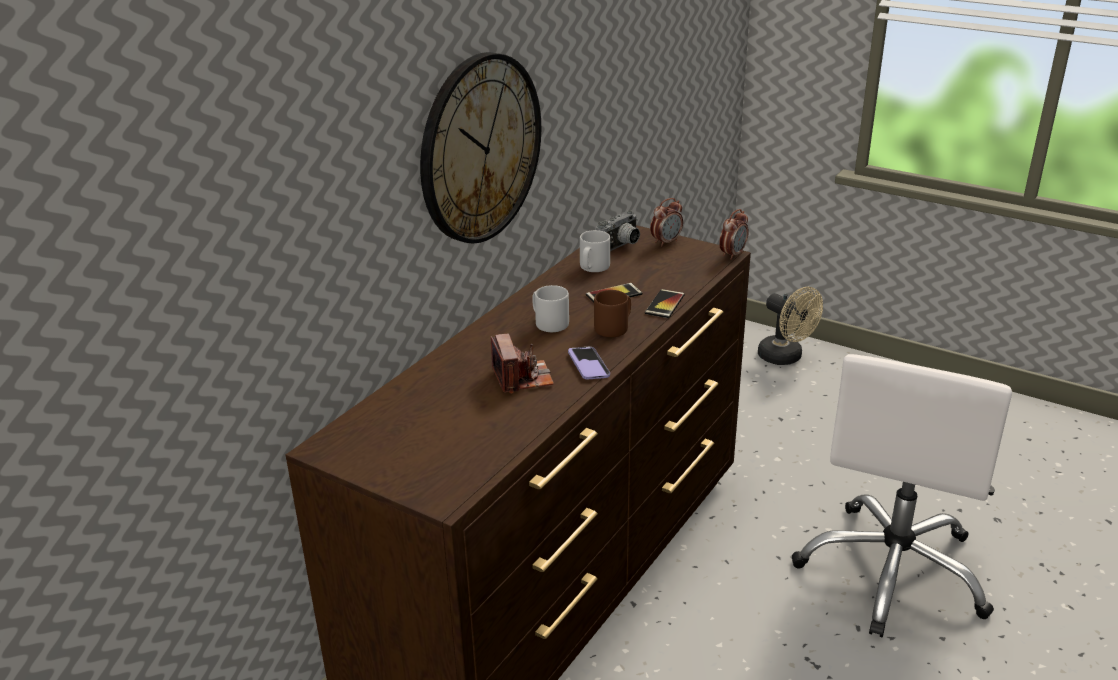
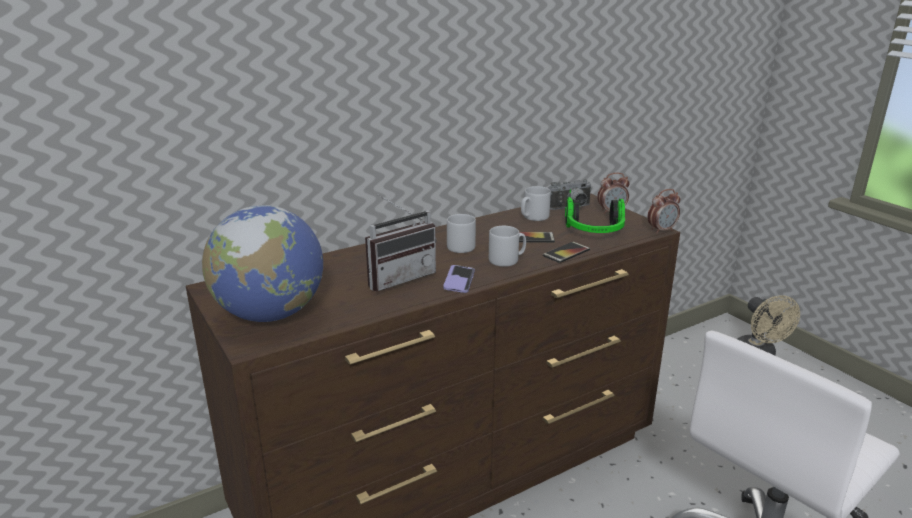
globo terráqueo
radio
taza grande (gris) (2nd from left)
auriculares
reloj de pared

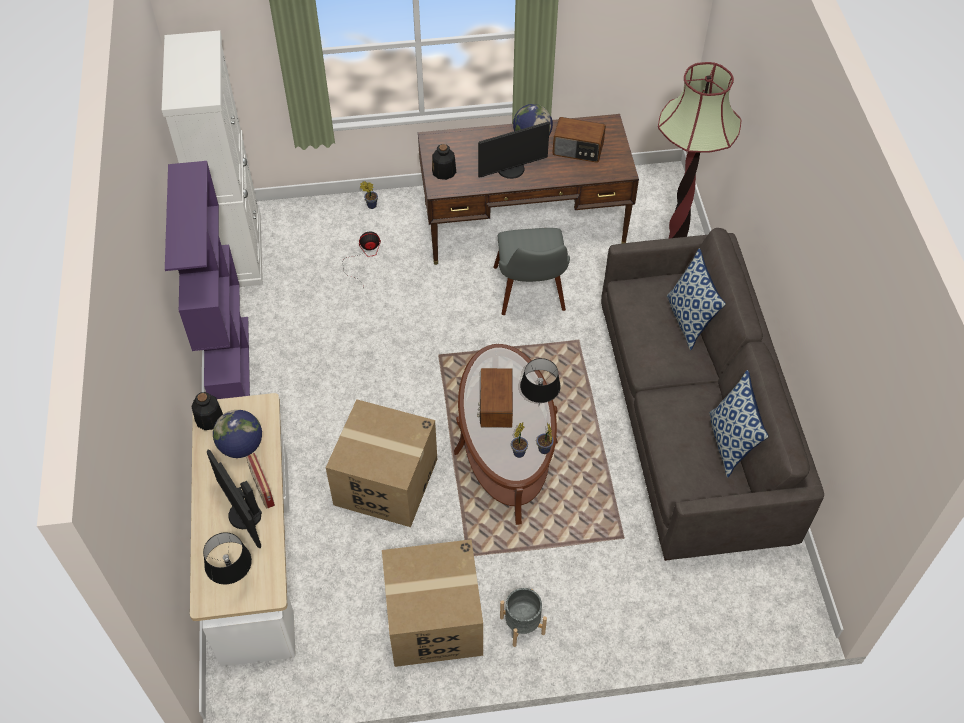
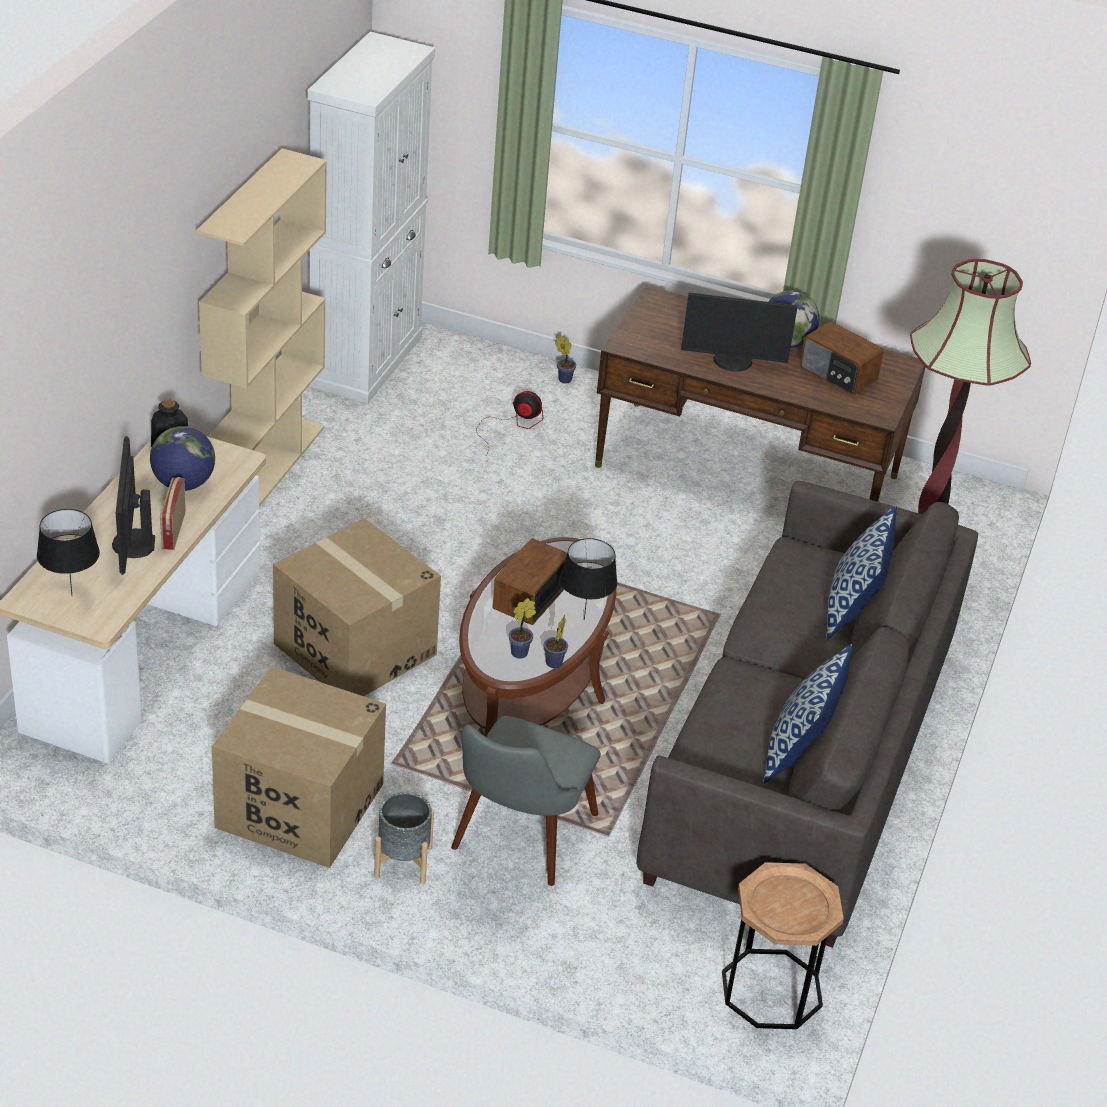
estantería (beis)
silla (gris)
mesa auxiliar (marrón)
botella (2nd from left in the first image)

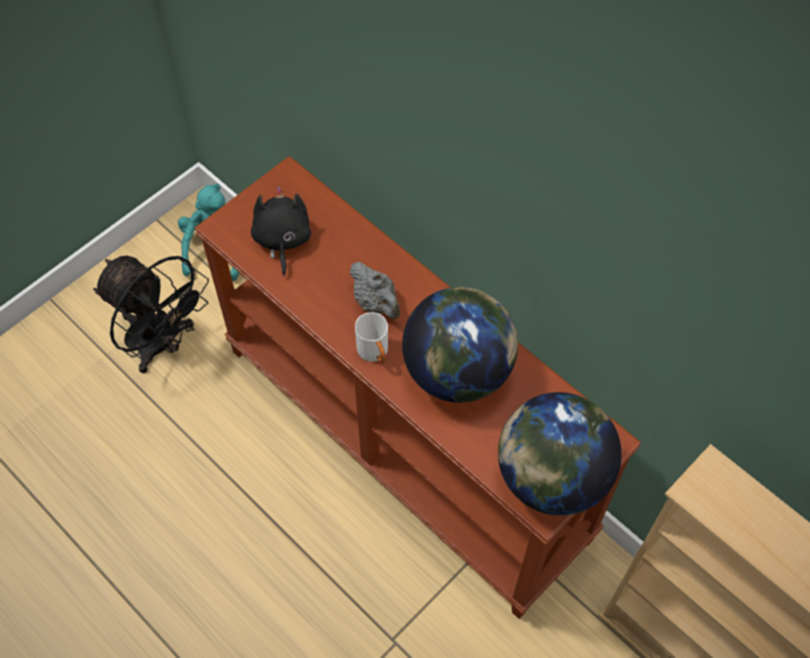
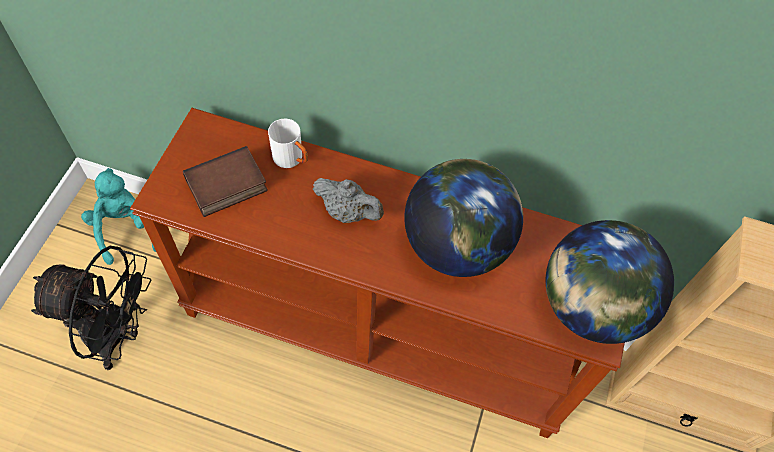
libro
taza grande (blanco)

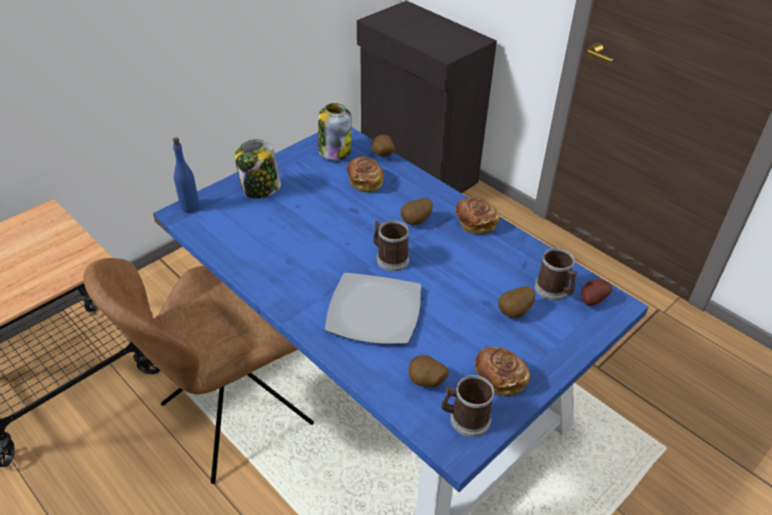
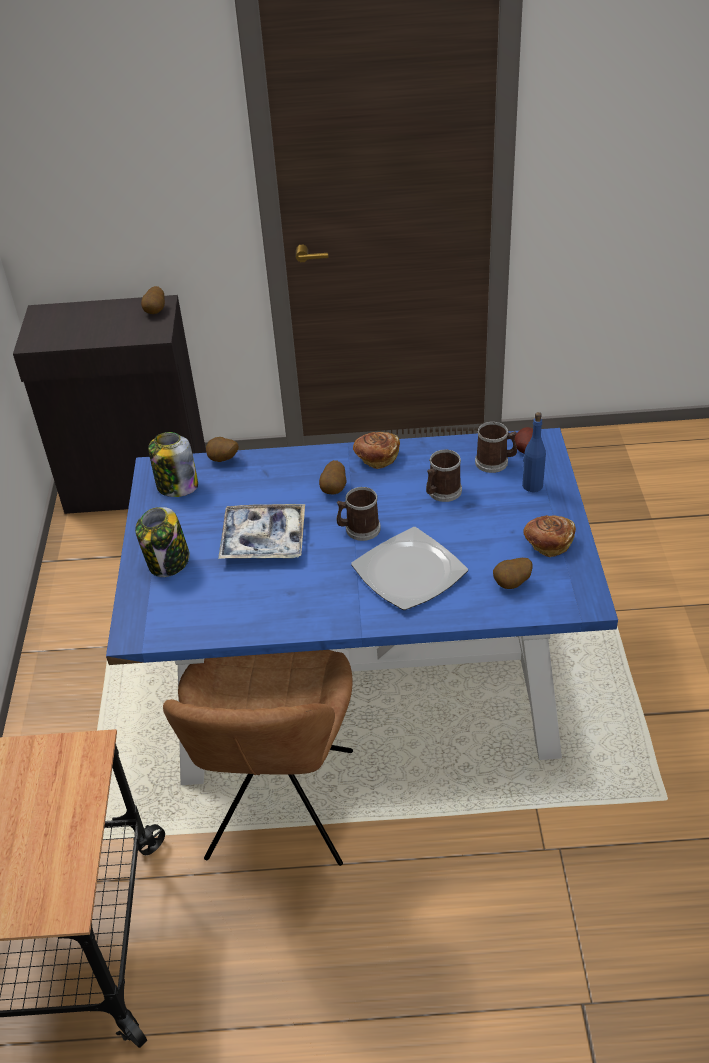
patata (1st from left)
bandeja
taza grande (2nd from left)
botella (azul)
pan (1st from left in the first image)

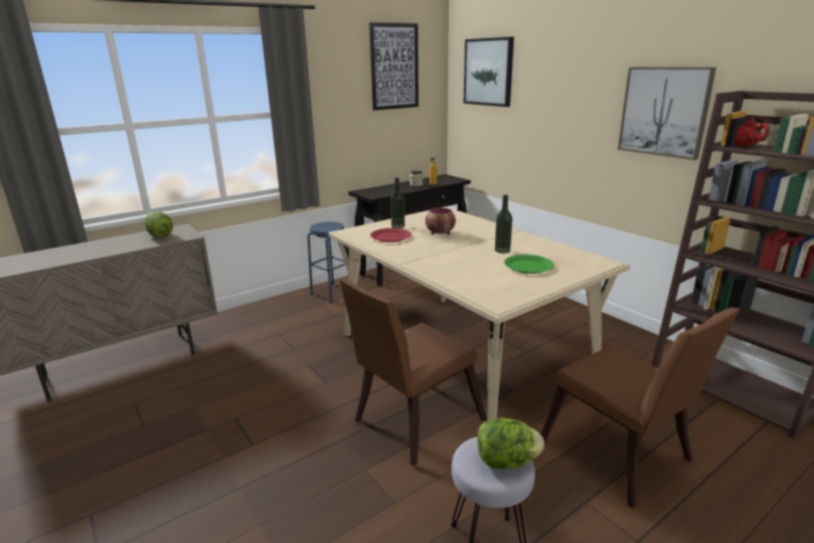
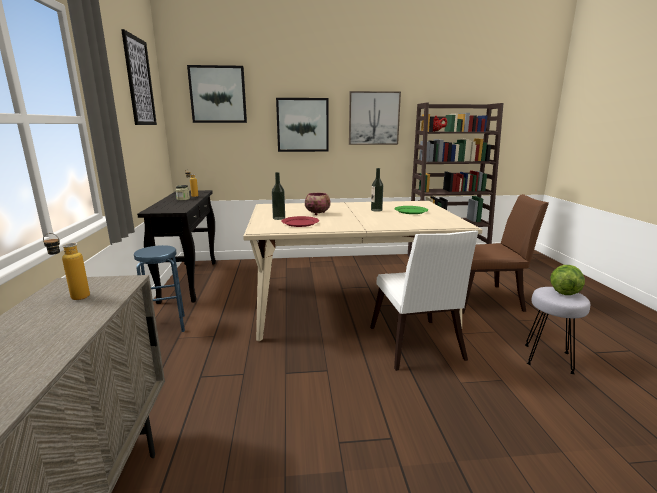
botella (1st from left)
cuadro (3rd from left)
silla (blanco)

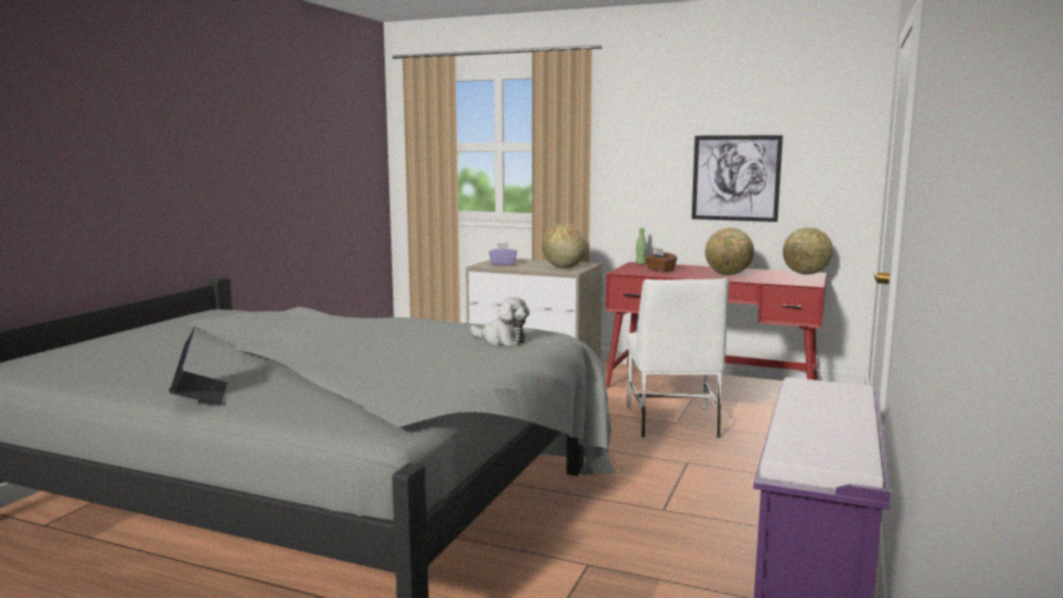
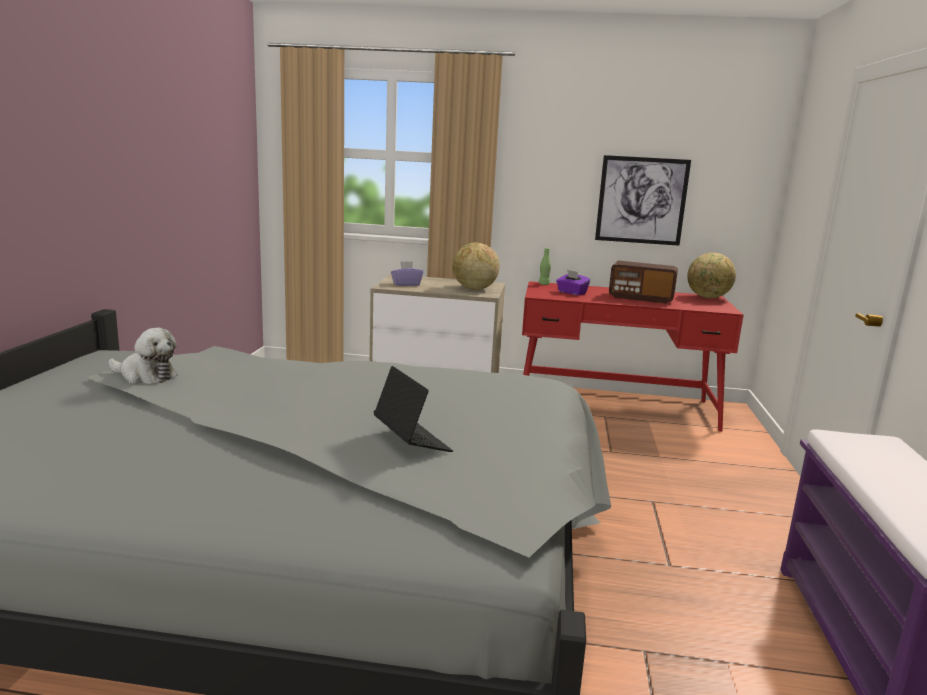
peluche
portátil
caja de pañuelos (morado) (2nd from left)
radio
silla (blanco)

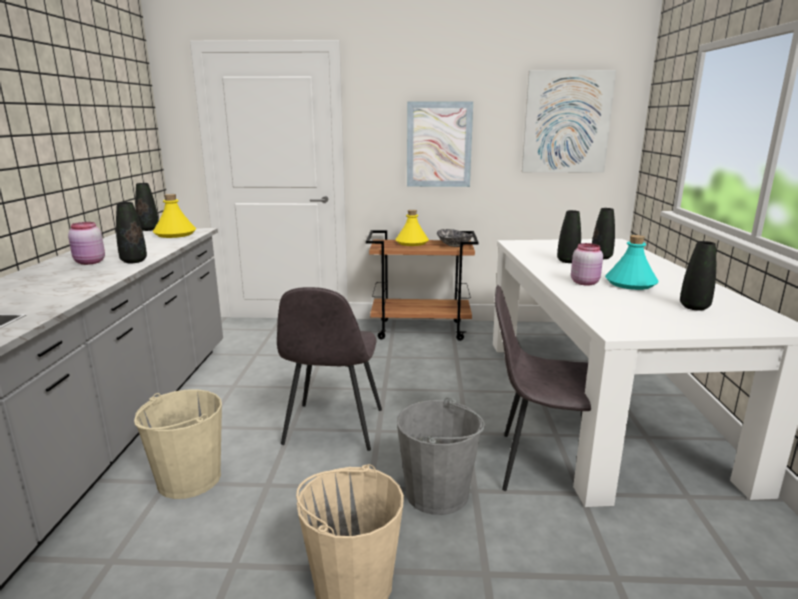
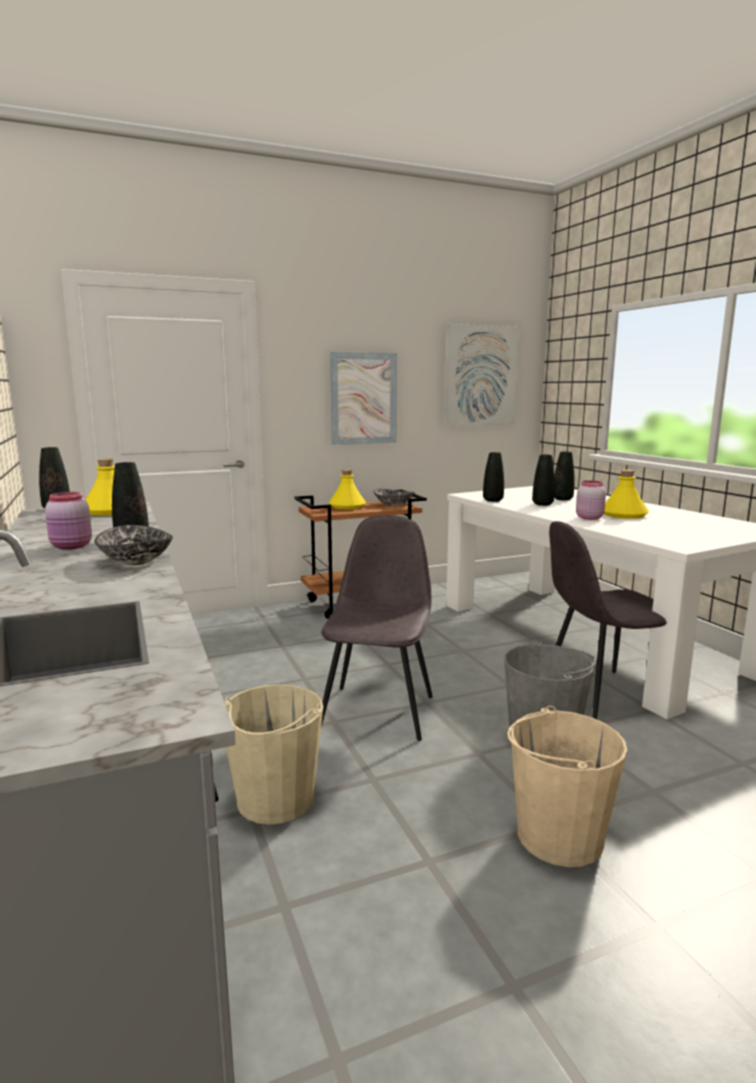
cuenco (1st from left)
silla (gris) (1st from left)
florero (negro) (3rd from left)
botella (amarillo) (3rd from left)

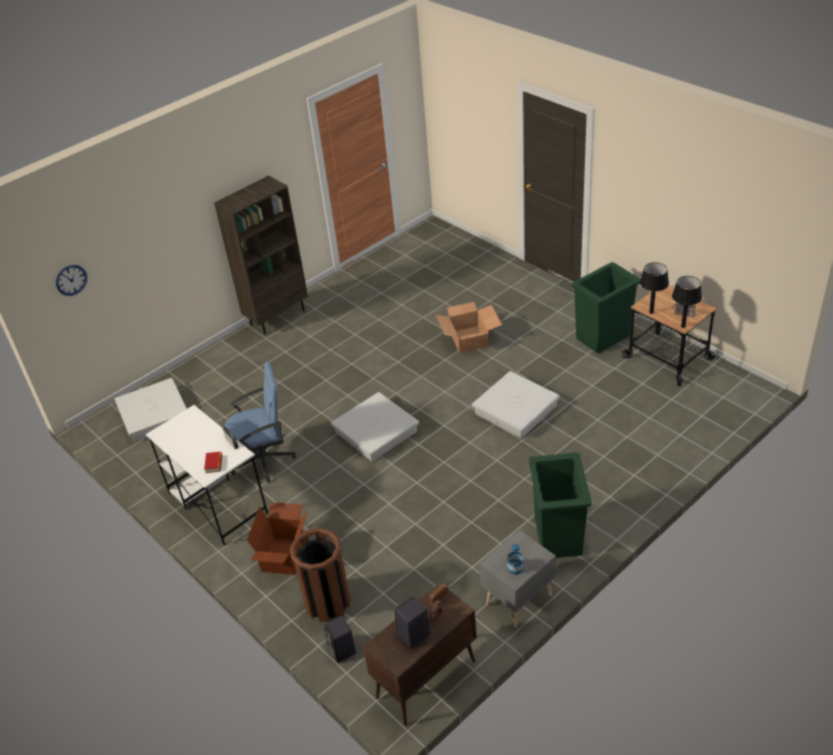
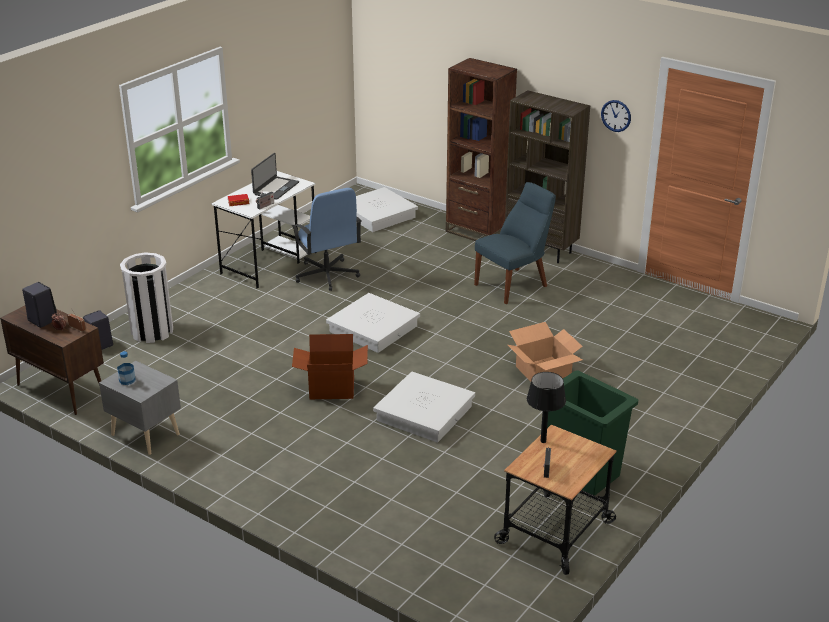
papelera (blanco)
portátil
caja de cartón (1st from left)
estantería (marrón) (1st from left)
silla (azul)
reloj de pared
papelera (verde) (1st from left in the first image)
lámpara de mesa (negro) (2nd from left in the first image)

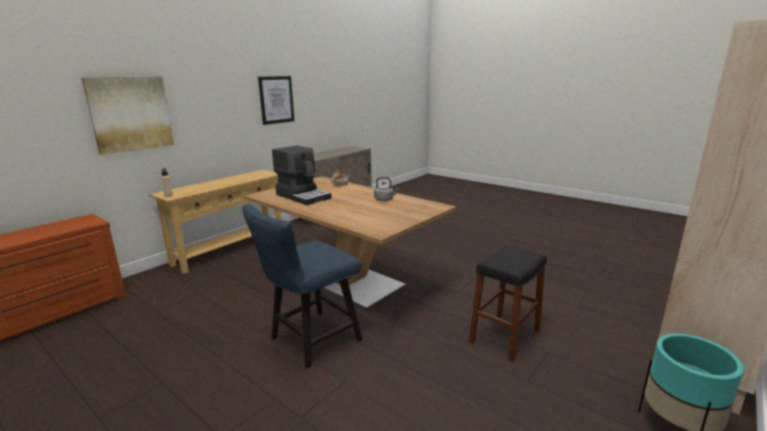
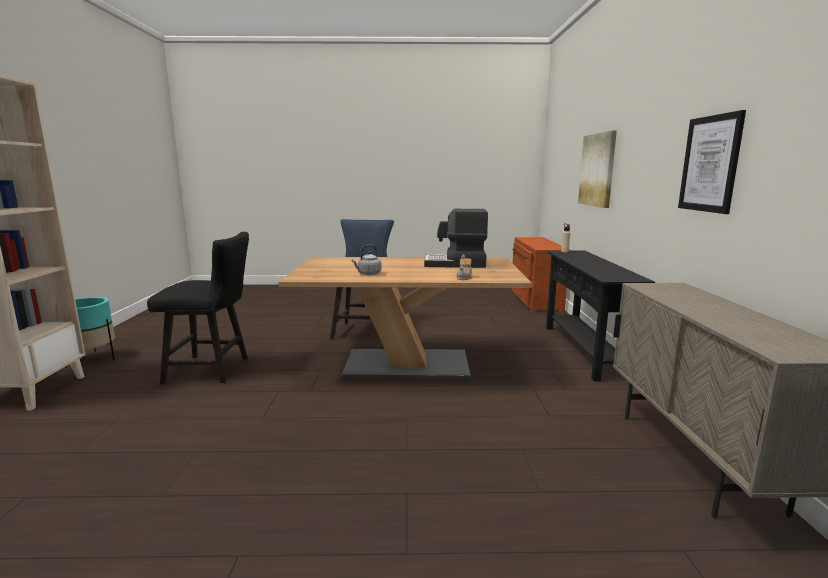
silla (negro)
mesa consola (negro)

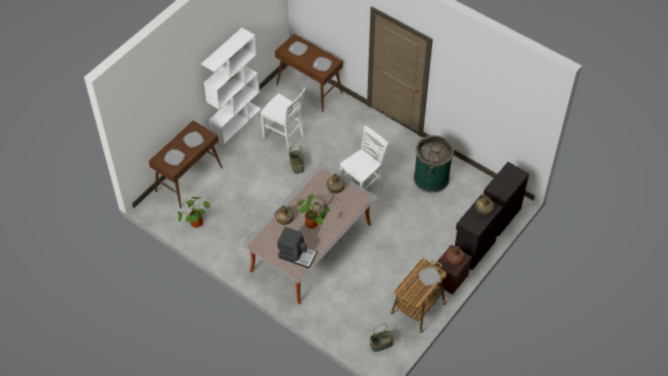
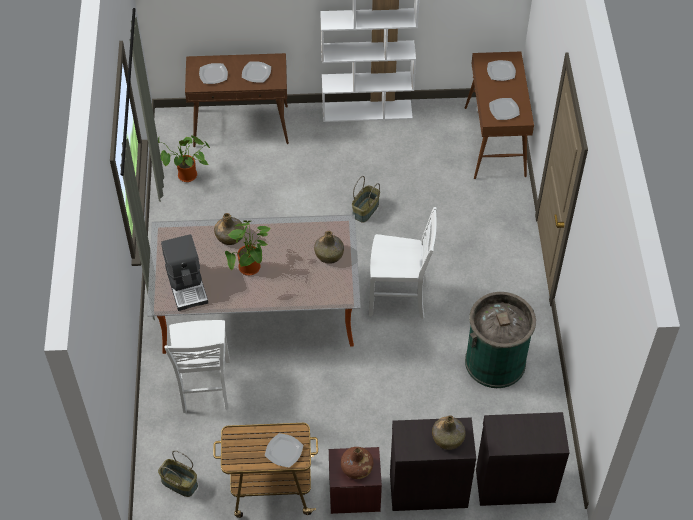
silla (blanco) (1st from left)

